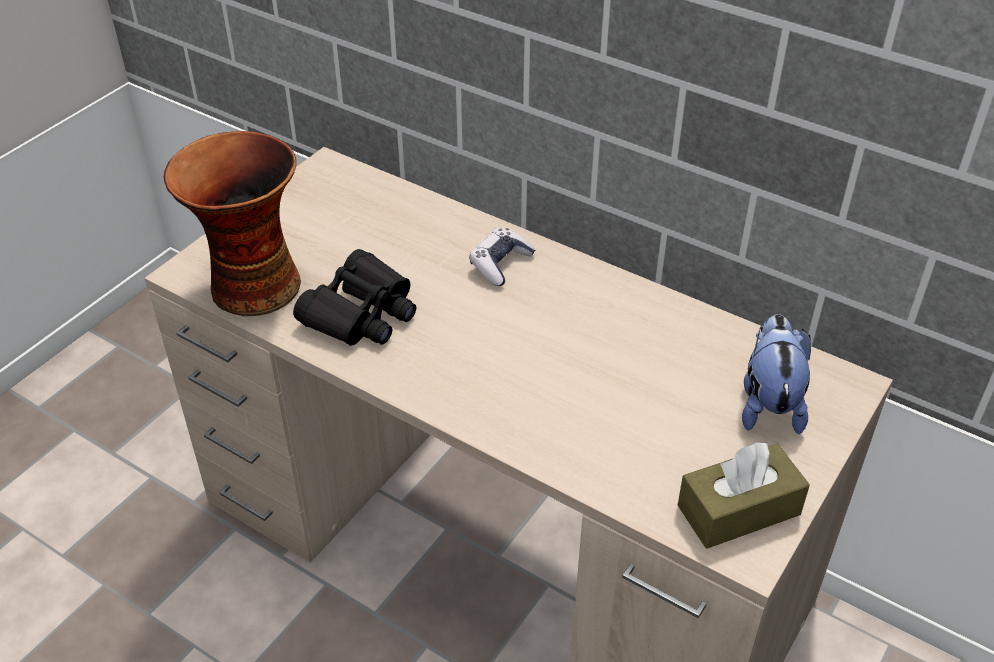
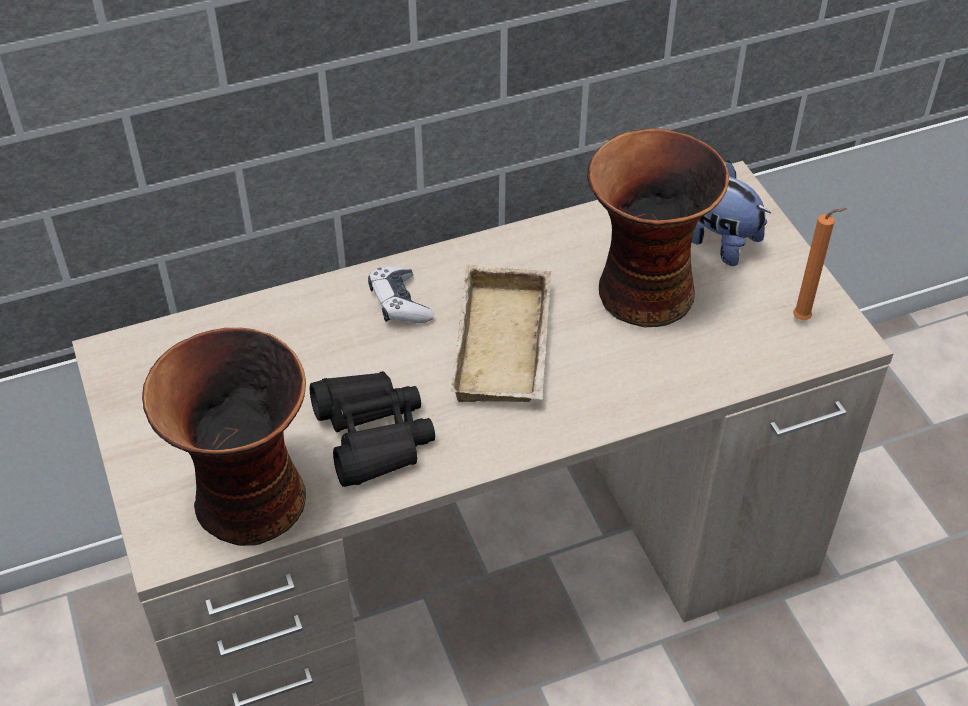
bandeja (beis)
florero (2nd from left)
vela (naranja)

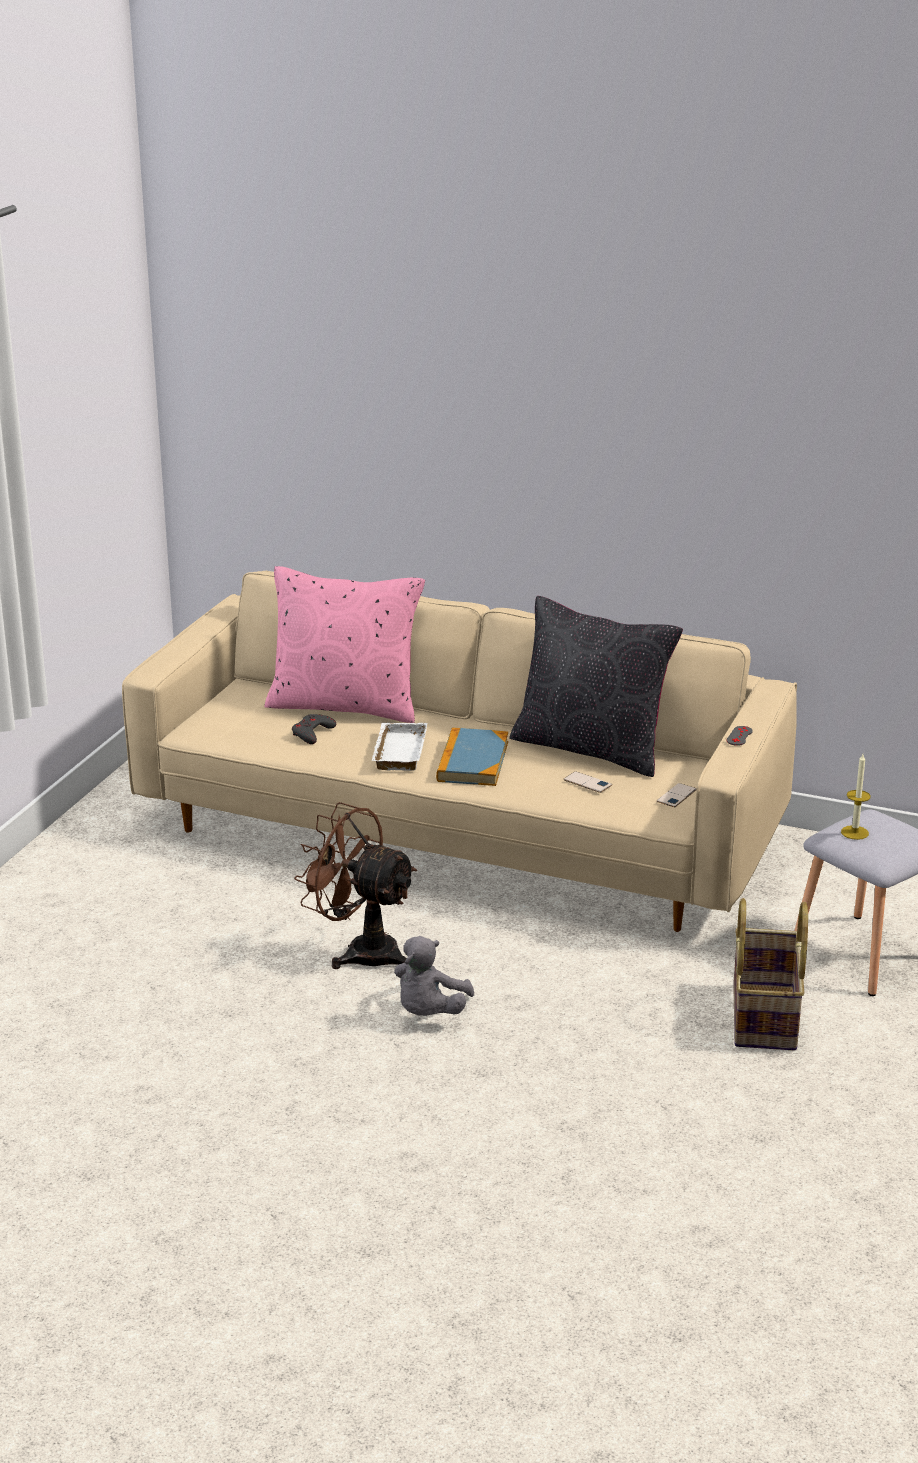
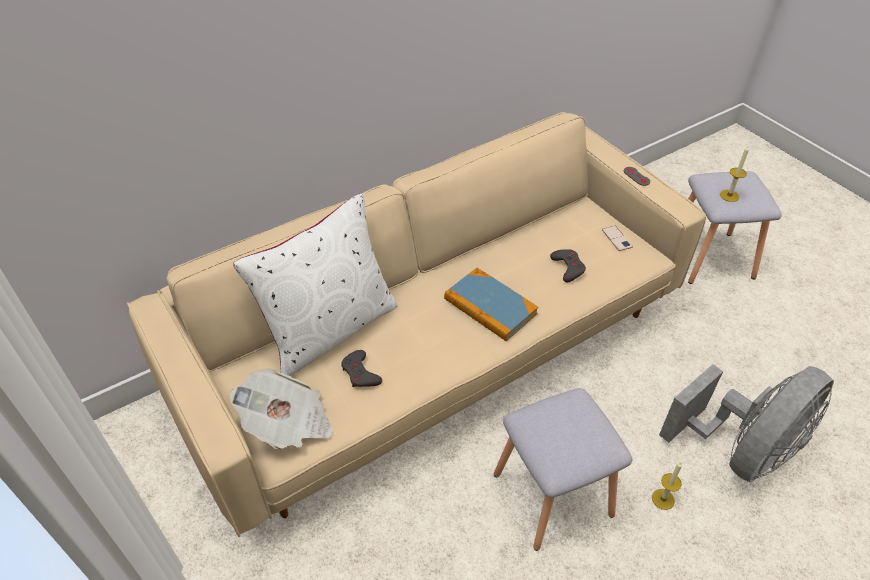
periódico
cojín (blanco)
taburete (gris) (1st from left)
mando de consola (gris) (2nd from left)
vela (1st from left)
ventilador (gris)
bandeja (blanco)
cojín (negro)
cesta

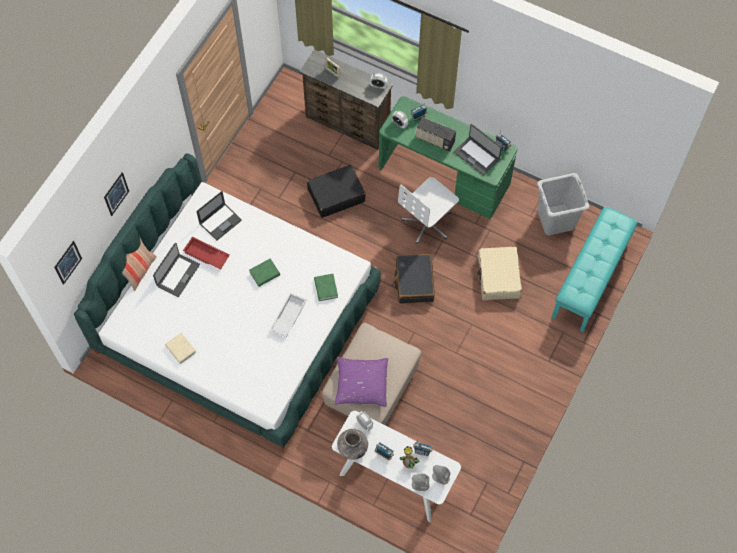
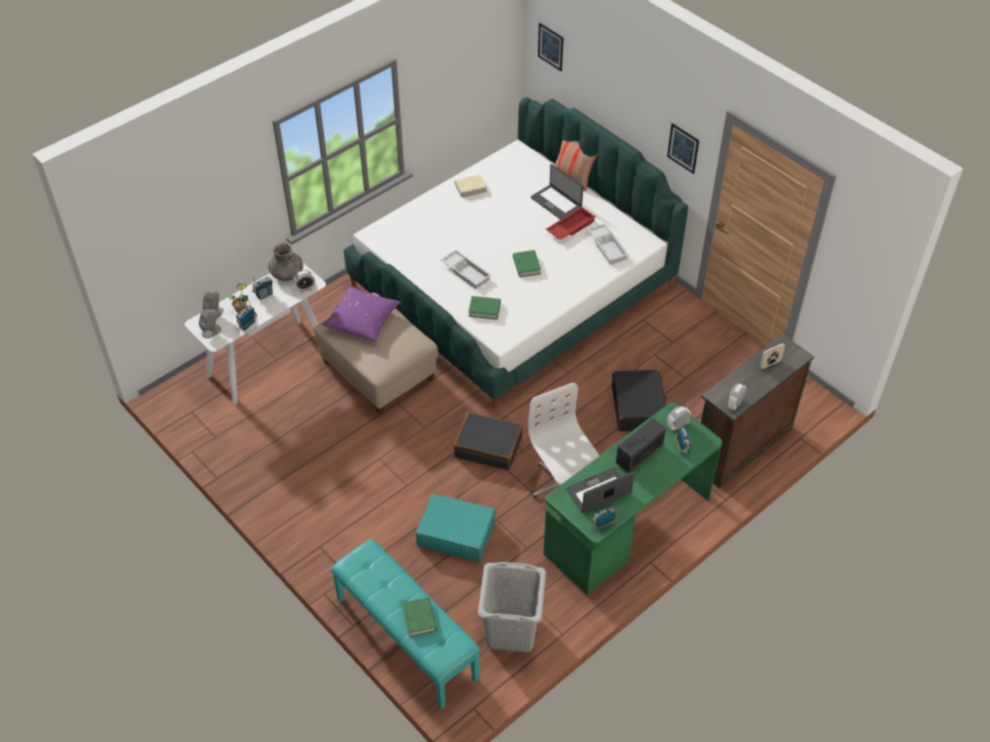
libro (verde) (1st from left)
maleta (turquesa)
bandeja (blanco) (2nd from left)
cuadro (2nd from left)

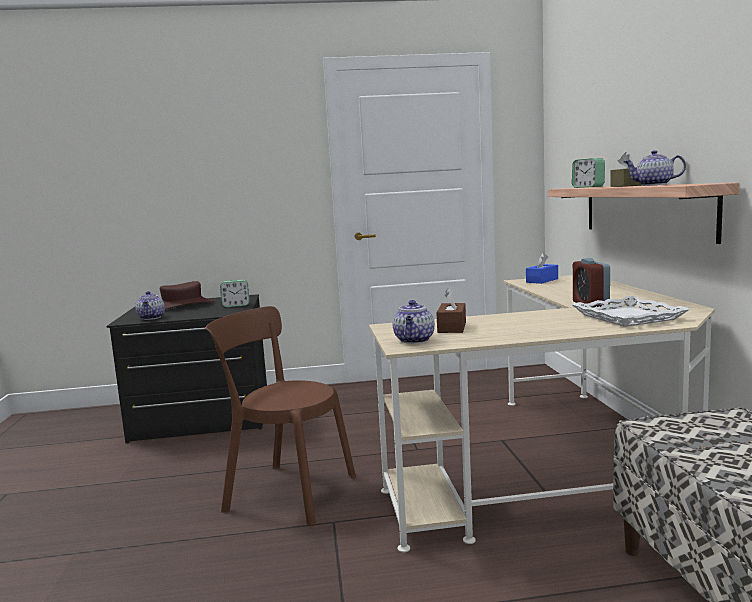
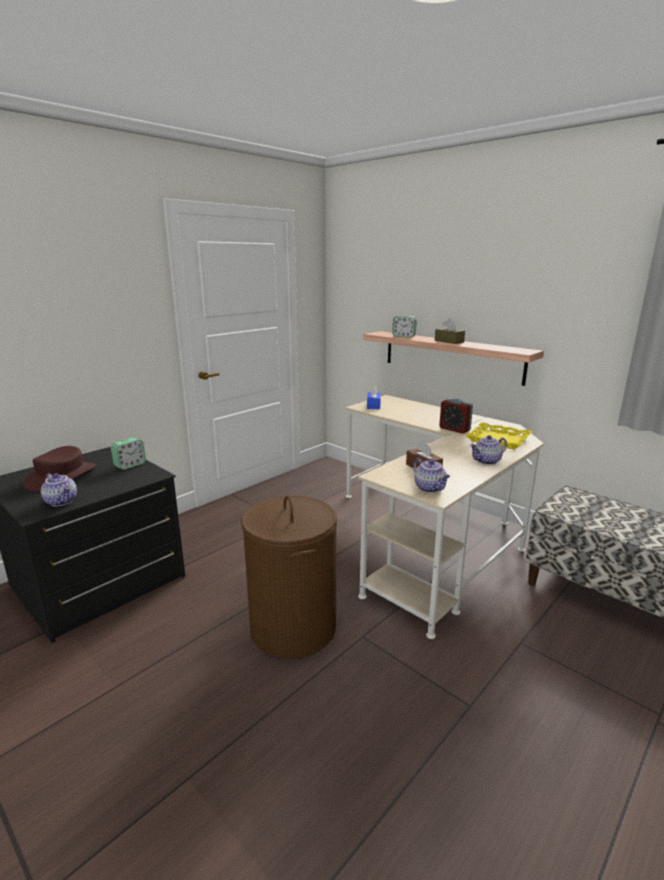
cesto de la ropa (marrón)
bandeja (amarillo)
tetera (3rd from left)

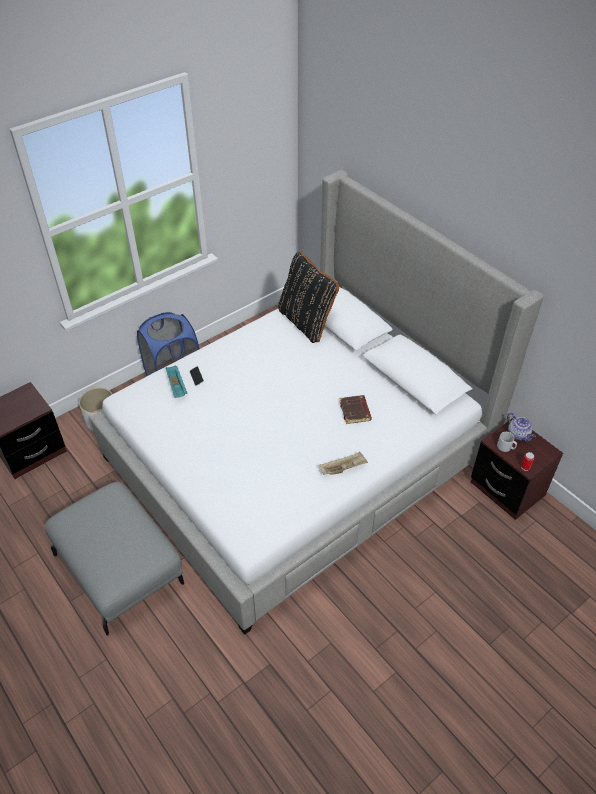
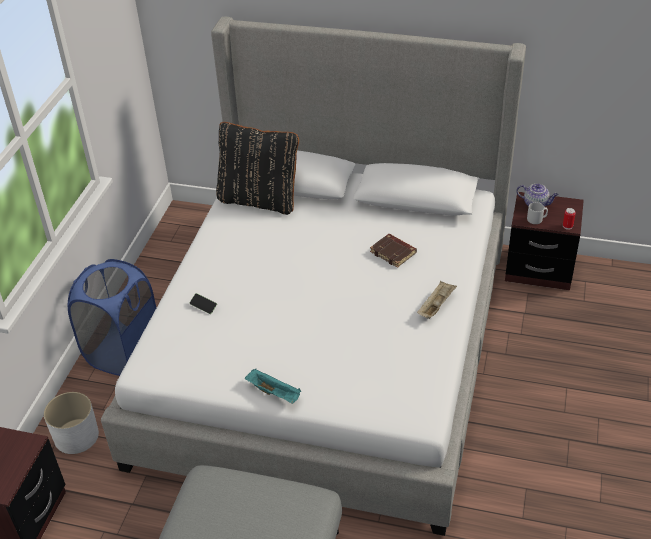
bandeja (turquesa)

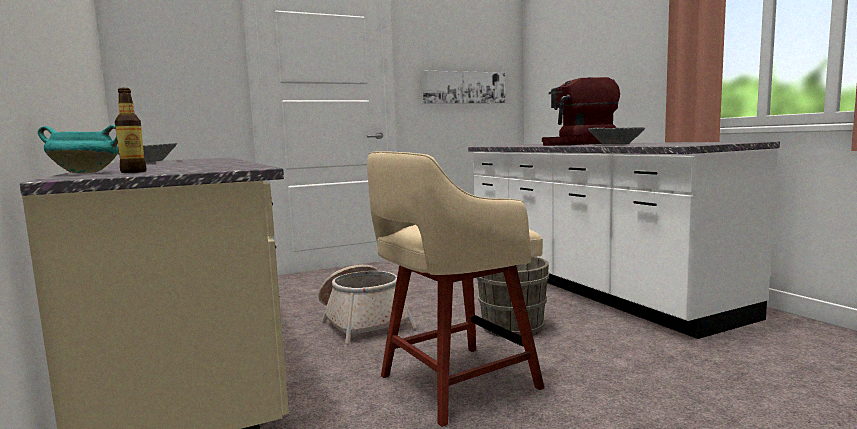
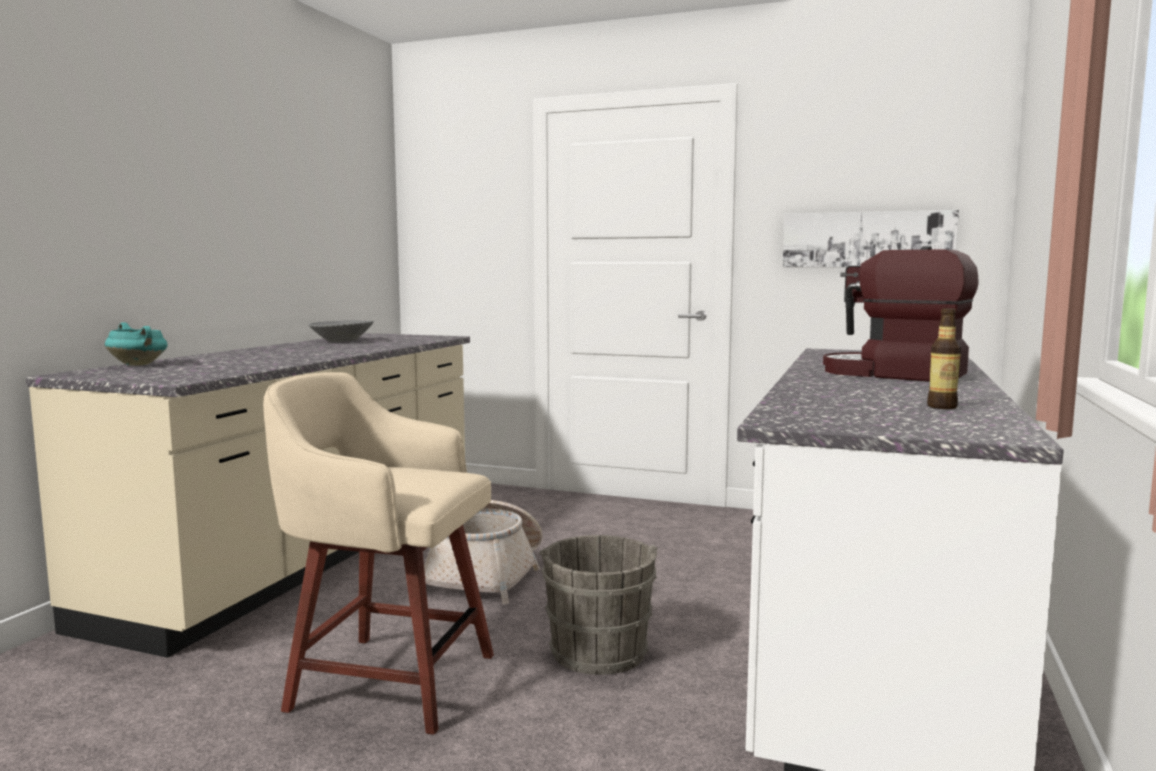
botella
cuenco (gris) (2nd from left in the first image)

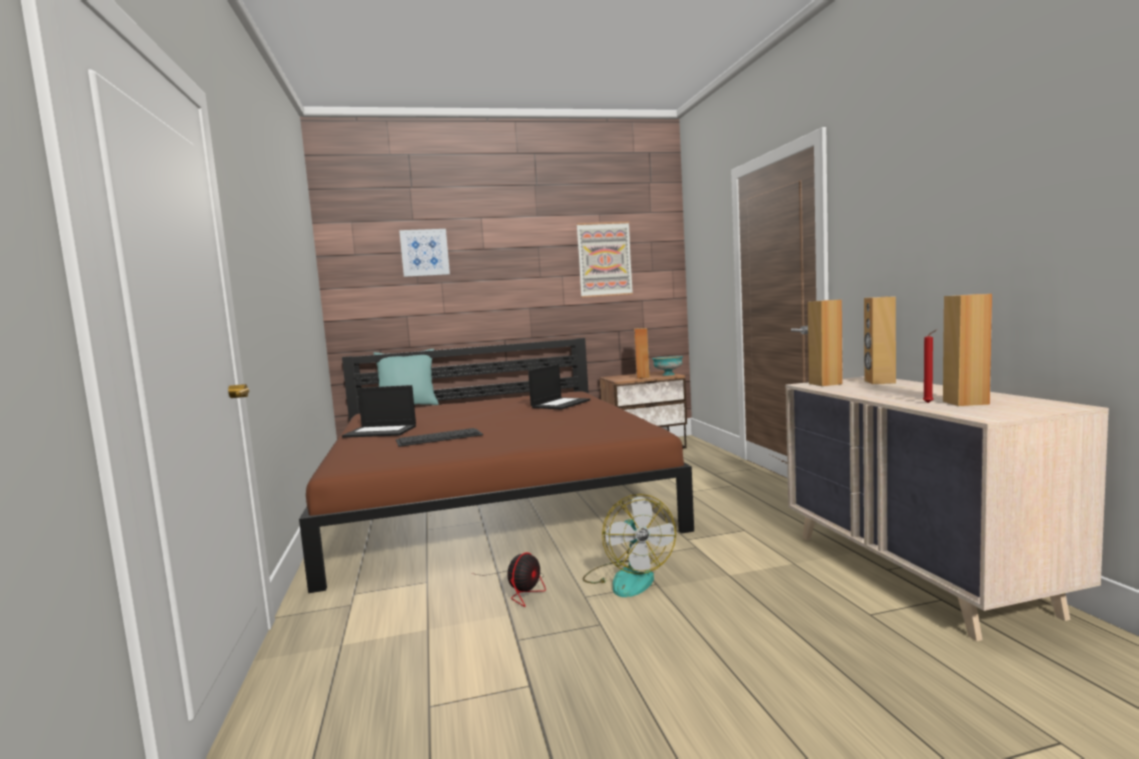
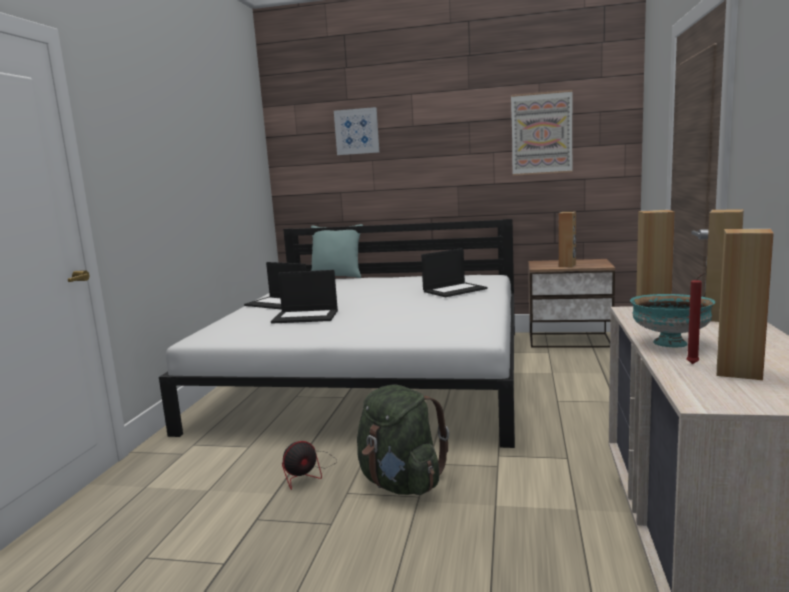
cama (blanco)
portátil (2nd from left)
mochila (verde)
cuenco (turquesa)

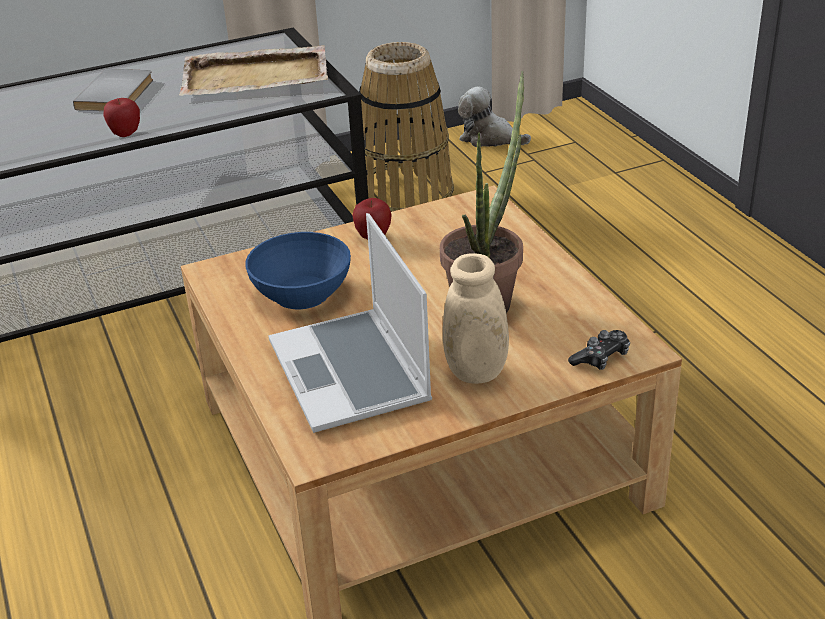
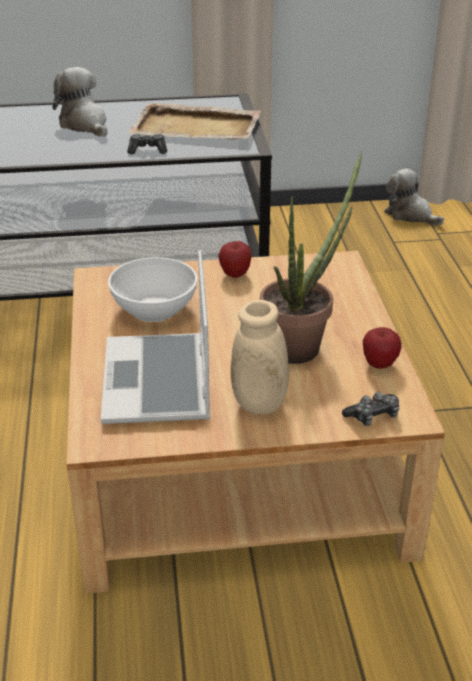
peluche (1st from left)
cuenco (blanco)
mando de consola (1st from left)
manzana (2nd from left)
cesta

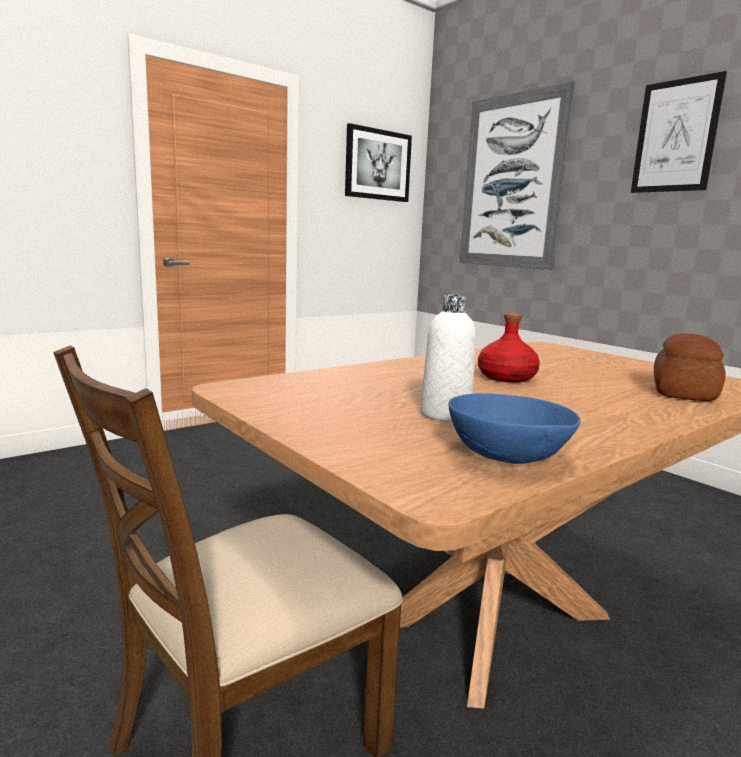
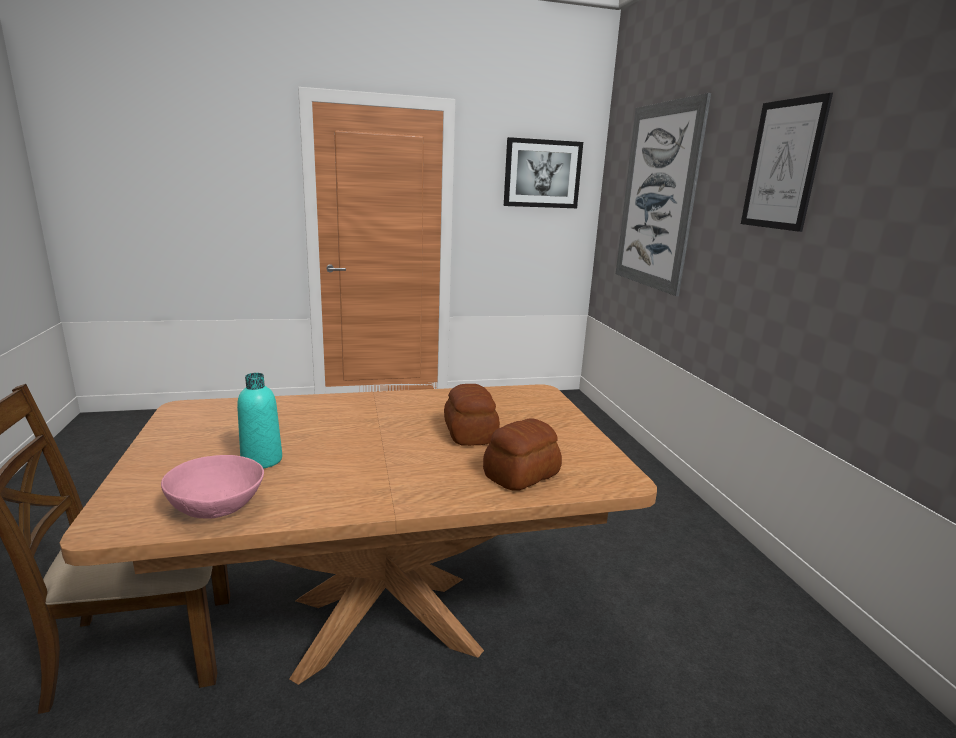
cuenco (rosa)
botella (turquesa)
pan (1st from left)
botella (rojo)

